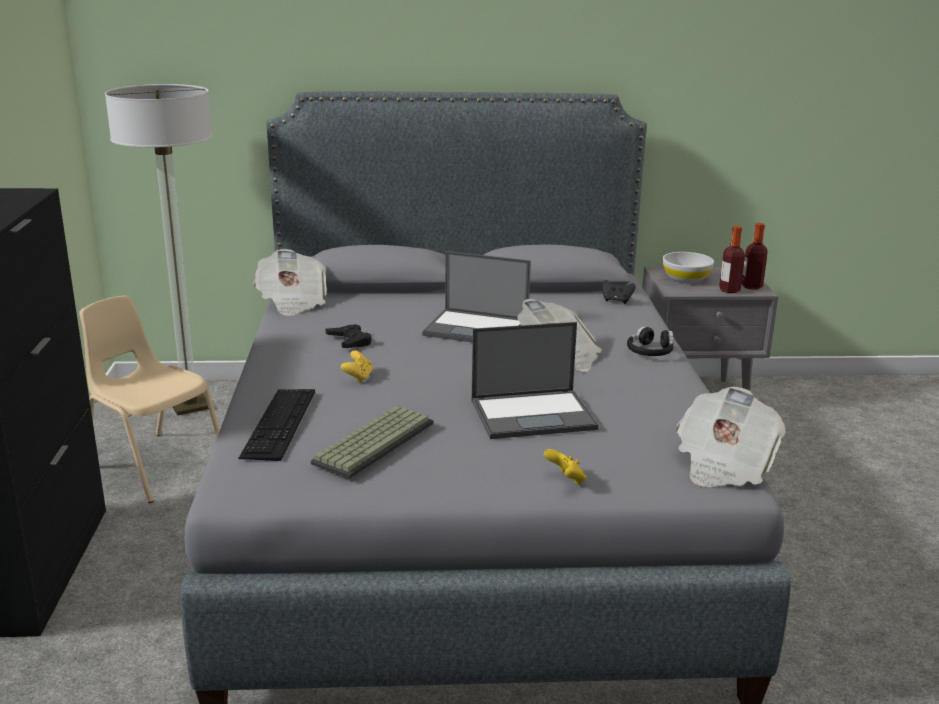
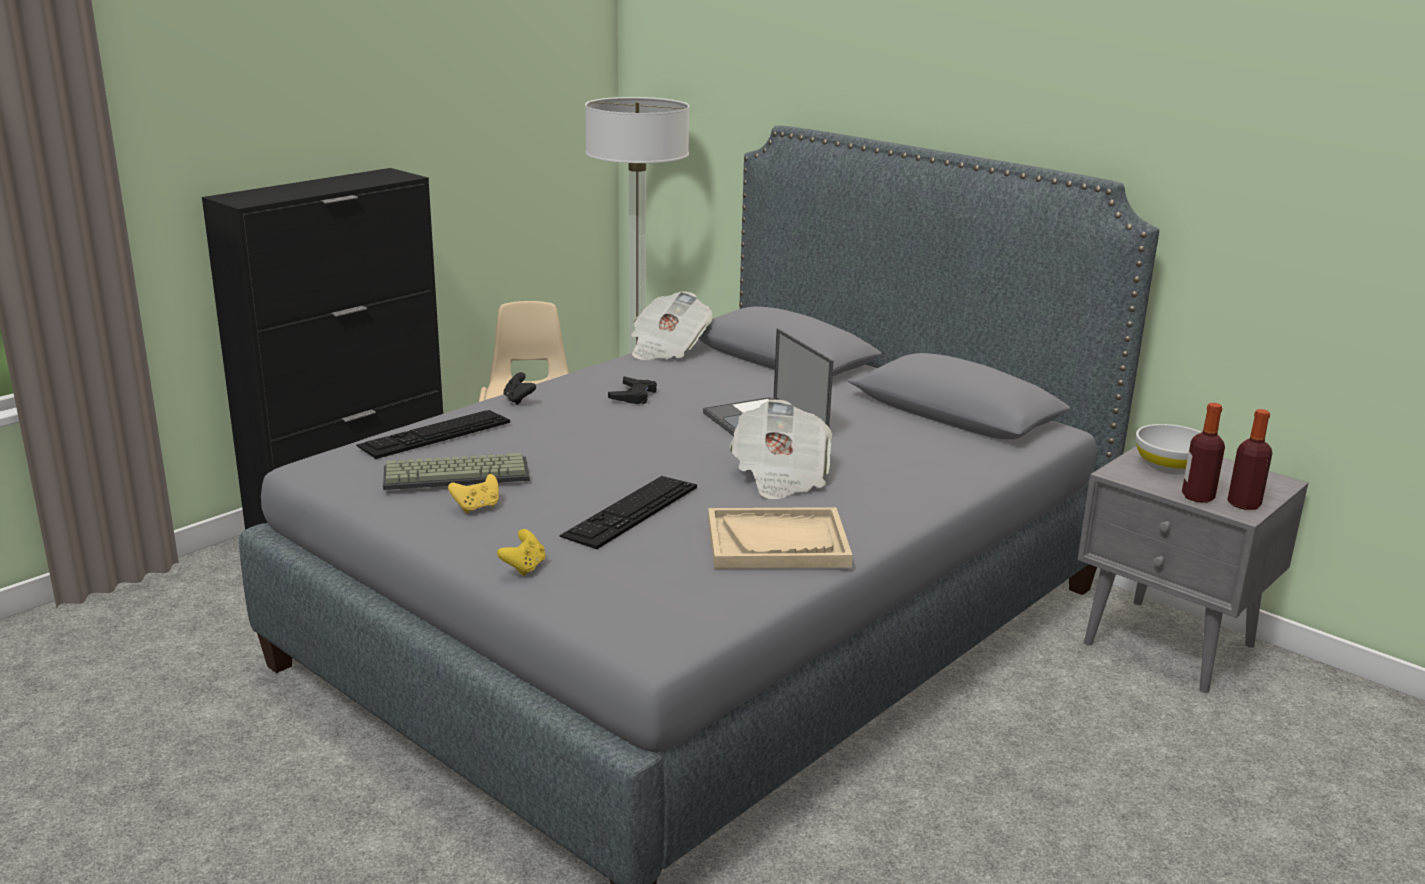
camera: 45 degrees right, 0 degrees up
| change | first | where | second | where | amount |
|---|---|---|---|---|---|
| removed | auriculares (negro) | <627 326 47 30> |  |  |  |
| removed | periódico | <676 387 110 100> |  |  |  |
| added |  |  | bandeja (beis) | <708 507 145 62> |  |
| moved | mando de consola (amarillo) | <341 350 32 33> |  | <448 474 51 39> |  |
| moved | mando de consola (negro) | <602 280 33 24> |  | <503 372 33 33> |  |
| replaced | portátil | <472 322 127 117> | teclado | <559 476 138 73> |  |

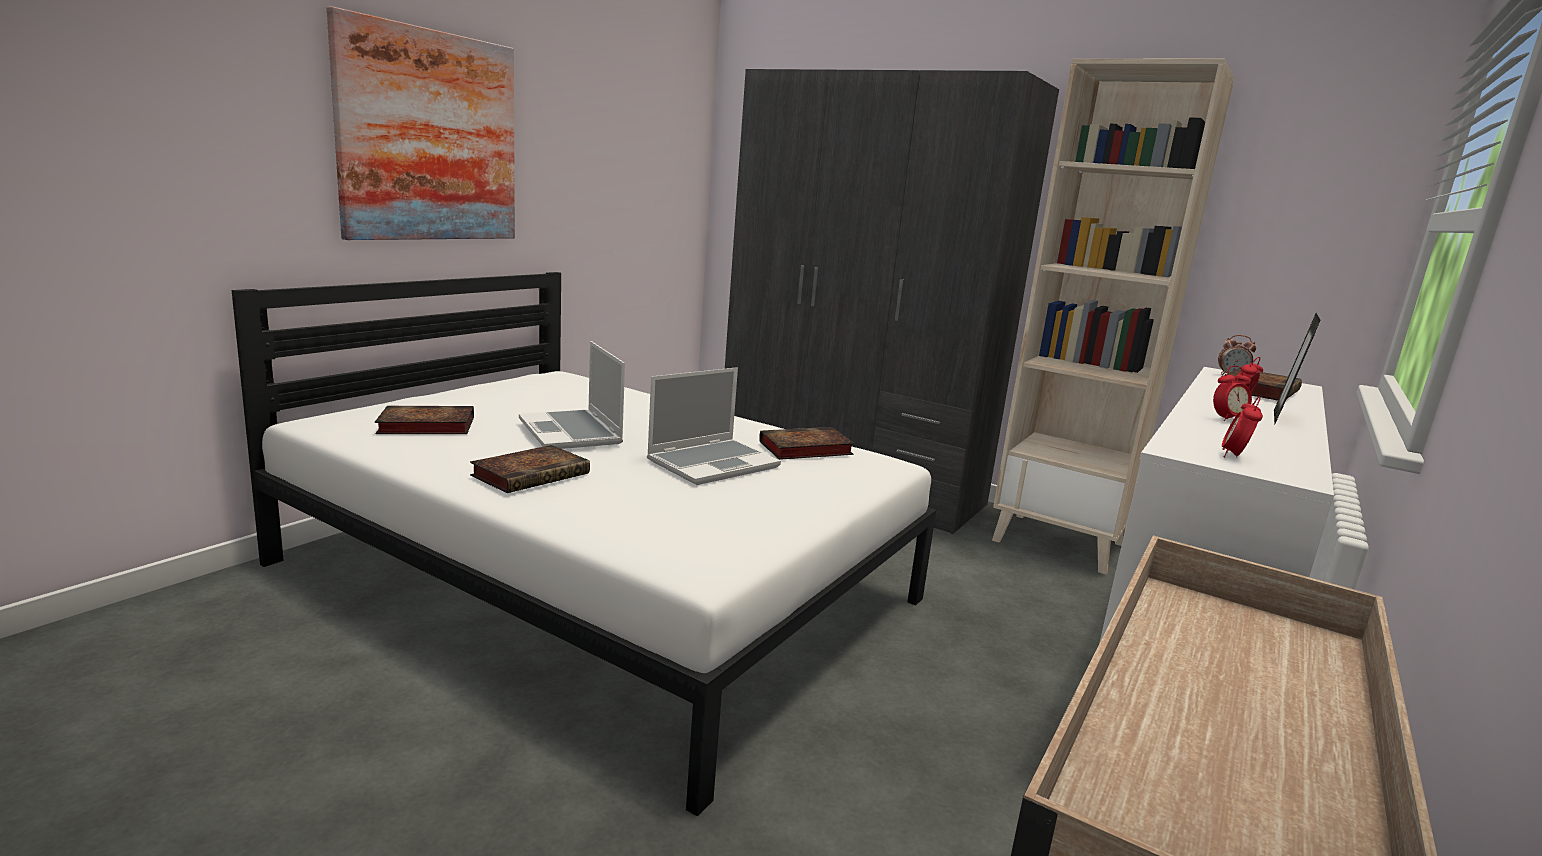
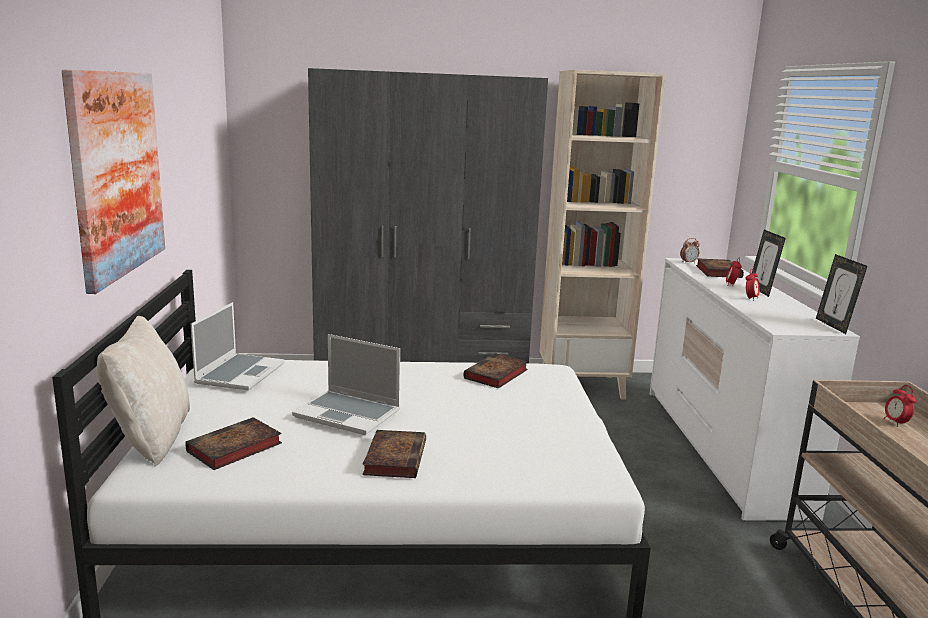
camera: 35 degrees left, 0 degrees up
| change | first | where | second | where | amount |
|---|---|---|---|---|---|
| added |  |  | cojín (beis) | <96 316 94 151> |  |
| added |  |  | portarretratos | <816 254 51 80> |  |
| moved | portátil | <647 367 134 118> |  | <191 302 94 89> |  |
| moved | despertador | <1222 396 41 62> |  | <884 385 32 42> |  |

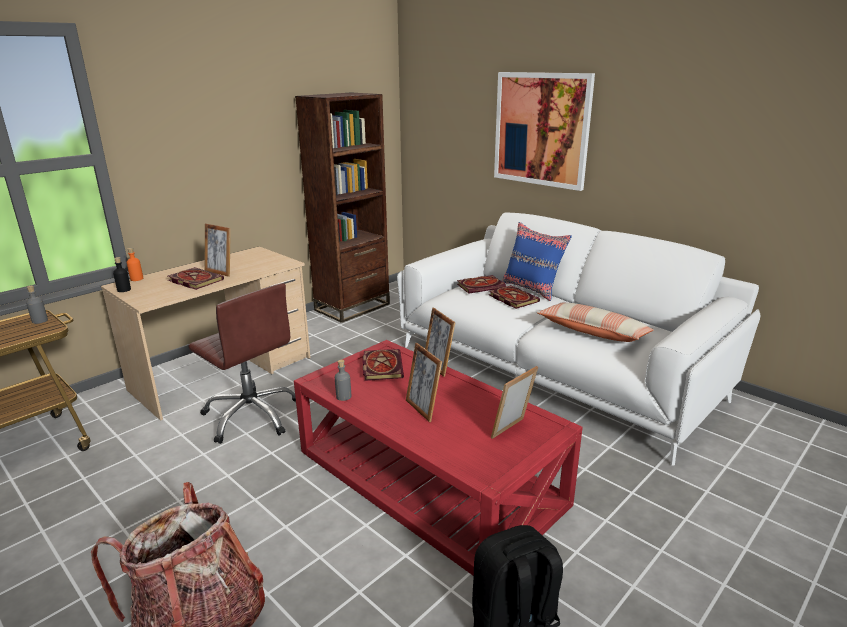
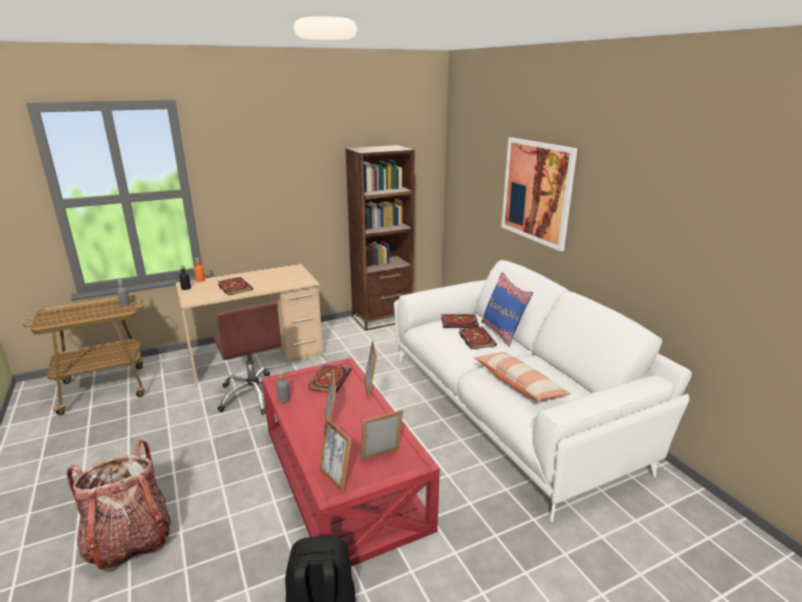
camera: 20 degrees right, 0 degrees up
| change | first | where | second | where | amount |
|---|---|---|---|---|---|
| moved | portarretratos | <205 223 26 54> |  | <319 417 32 76> |  |

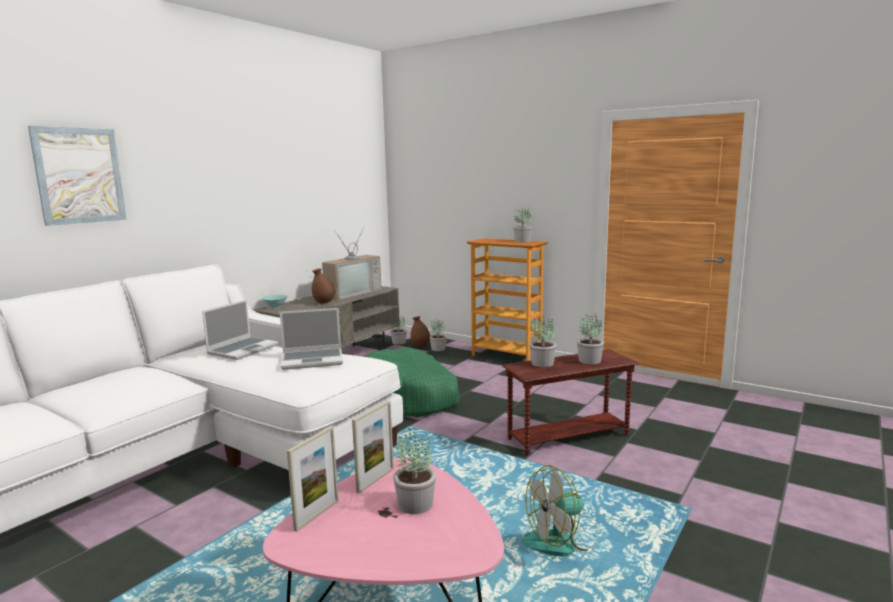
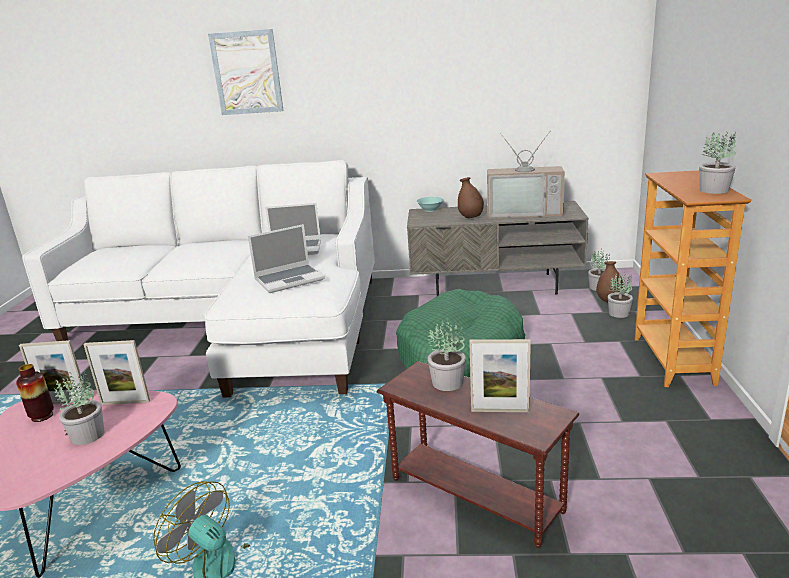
camera: 60 degrees right, 10 degrees up
| change | first | where | second | where | amount |
|---|---|---|---|---|---|
| added |  |  | florero | <16 364 38 58> |  |
| replaced | planta en maceta | <577 313 27 51> | portarretratos | <469 339 62 73> |  |
| turned | portátil | <280 308 63 62> |  | <248 224 77 69> | 75 degrees counterclockwise |

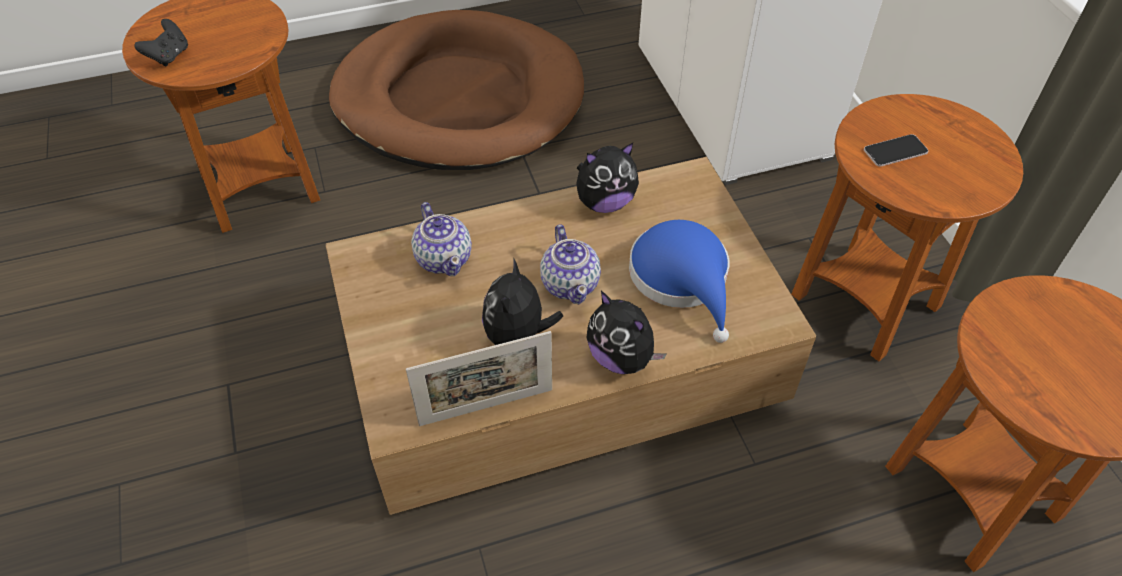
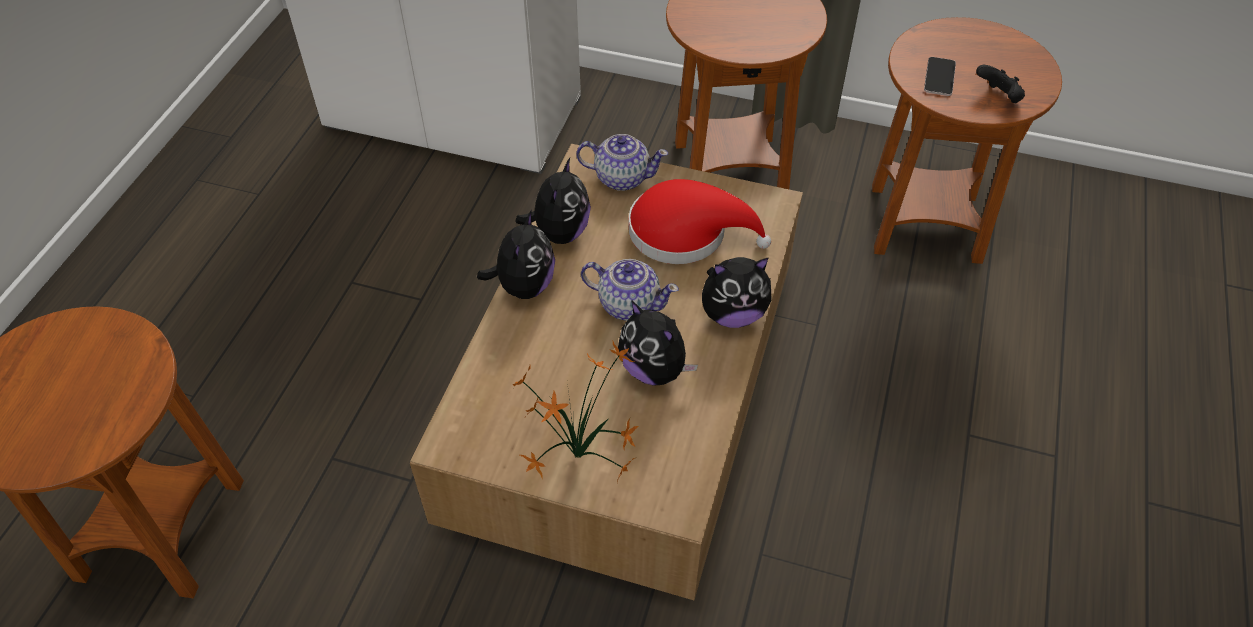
camera: 55 degrees left, 0 degrees up
| change | first | where | second | where | amount |
|---|---|---|---|---|---|
| removed | cama para perro (marrón) | <329 10 255 160> |  |  |  |
| removed | portarretratos | <406 331 146 95> |  |  |  |
| added |  |  | peluche | <477 210 78 89> |  |
| added |  |  | planta en maceta | <513 342 126 141> |  |
| moved | mando de consola (negro) | <134 19 54 48> |  | <976 65 49 38> |  |
| moved | tetera | <411 202 61 74> |  | <576 134 92 57> |  |
| moved | móvil | <864 134 64 33> |  | <924 57 32 39> |  |
| recoloured | sombrero (azul) | <629 220 100 123> | sombrero (rojo) | <629 179 142 85> |  |

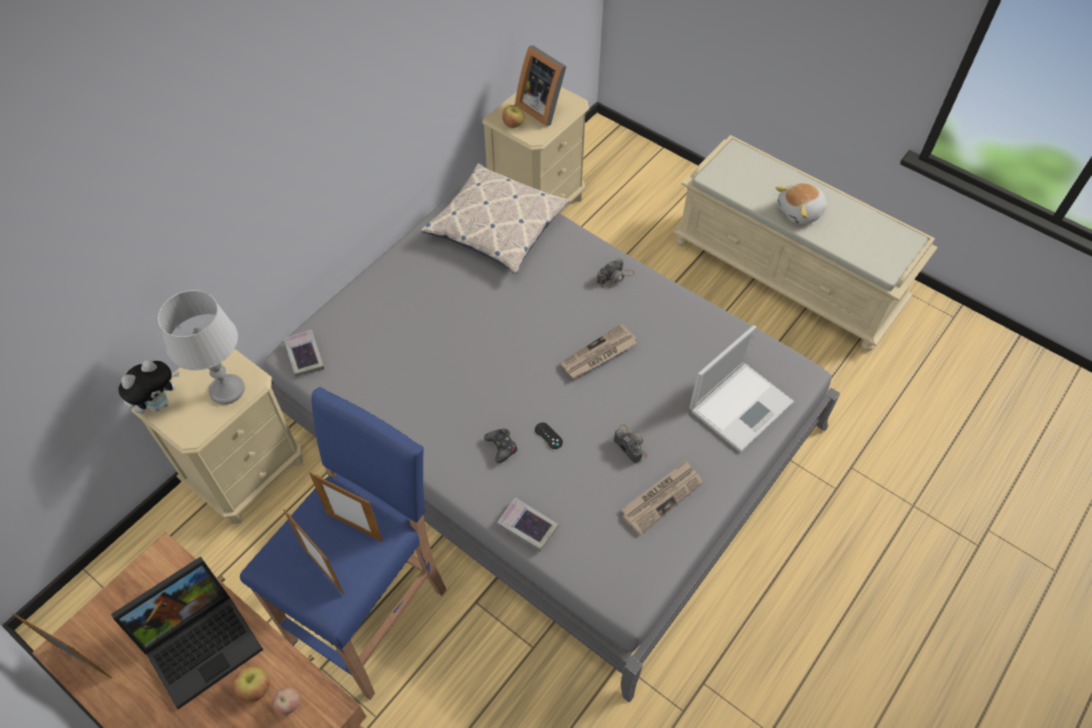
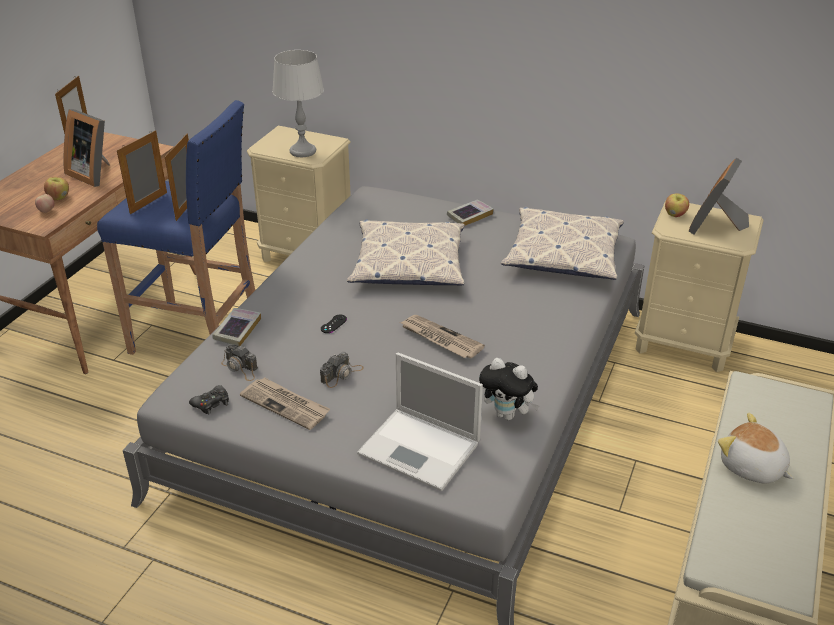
camera: 75 degrees right, 20 degrees down
| change | first | where | second | where | amount |
|---|---|---|---|---|---|
| added |  |  | cojín | <347 219 118 67> |  |
| moved | peluche | <118 360 61 54> |  | <479 358 60 62> |  |
| moved | libro | <284 329 40 48> |  | <447 199 47 27> |  |
| moved | mando de consola (negro) | <484 428 34 36> |  | <189 385 40 29> |  |
| moved | cámara | <597 258 38 32> |  | <221 344 37 37> |  |
| replaced | portátil | <111 556 152 153> | portarretratos | <64 109 46 78> |  |

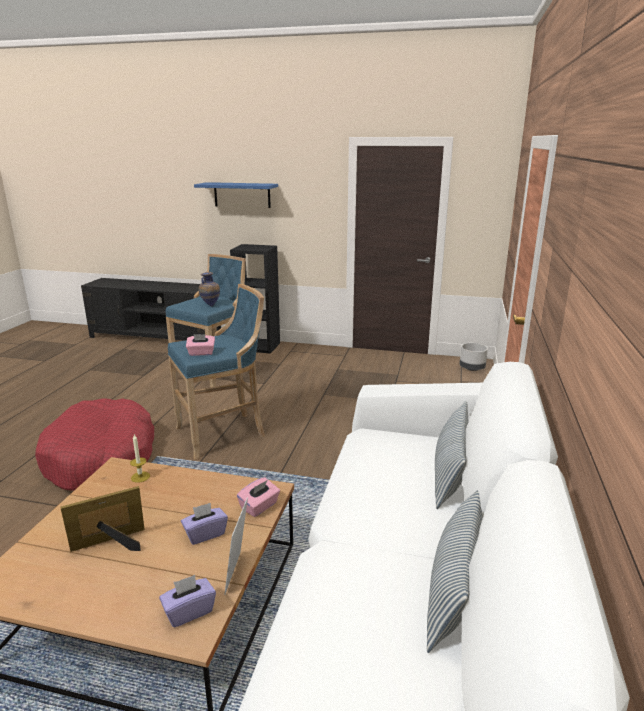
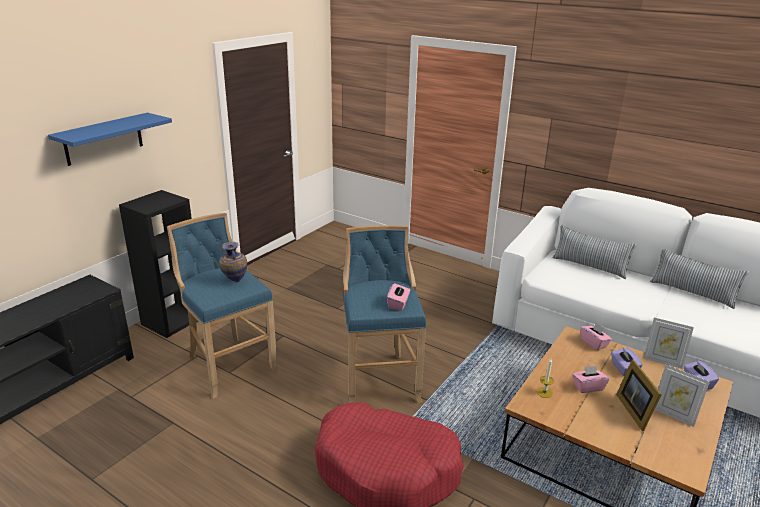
camera: 70 degrees left, 5 degrees up
| change | first | where | second | where | amount |
|---|---|---|---|---|---|
| removed | maceta (gris) | <460 343 28 28> |  |  |  |
| added |  |  | caja de pañuelos (rosa) | <572 366 37 27> |  |
| added |  |  | portarretratos | <655 365 55 62> |  |

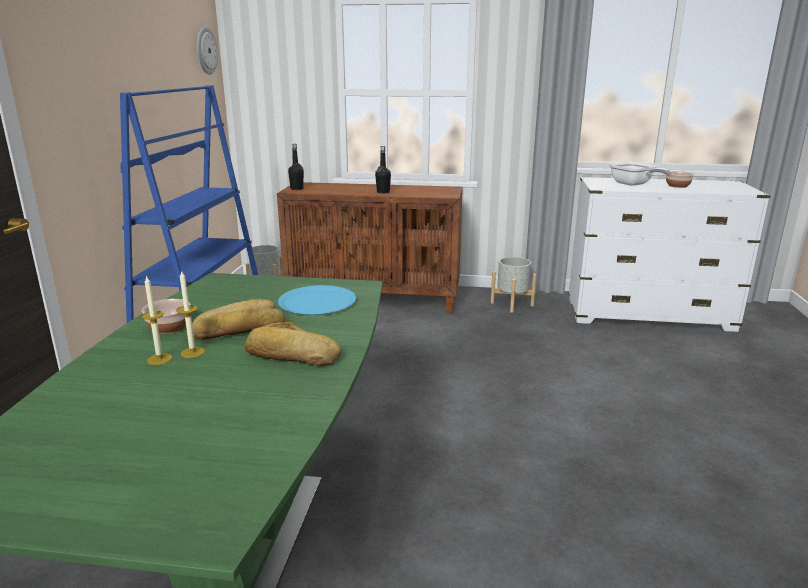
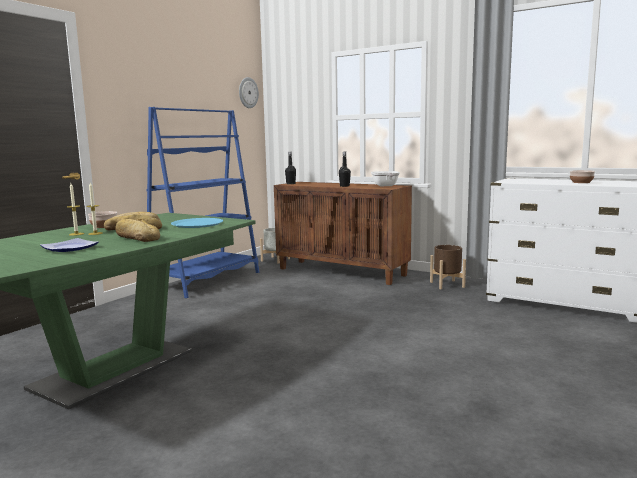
camera: 25 degrees right, 10 degrees down
| change | first | where | second | where | amount |
|---|---|---|---|---|---|
| added |  |  | plato | <40 238 59 14> |  |
| moved | sartén | <609 162 63 24> |  | <371 171 29 15> |  |
| recoloured | maceta (gris) | <491 257 46 56> | maceta (marrón) | <430 245 36 44> |  |

